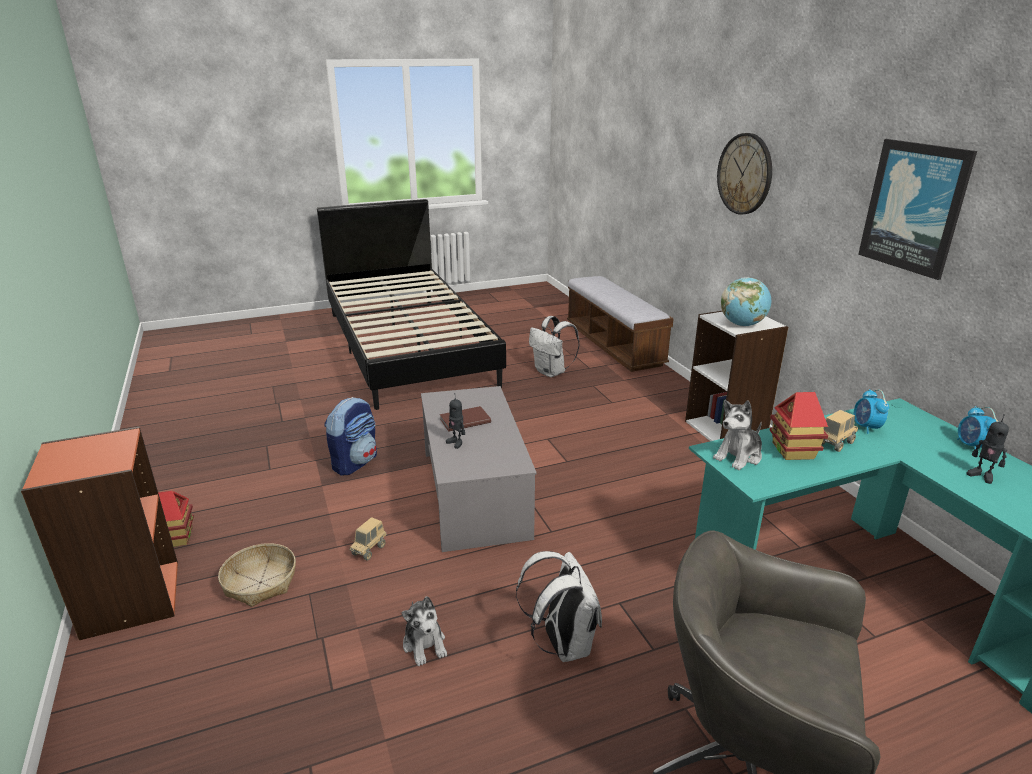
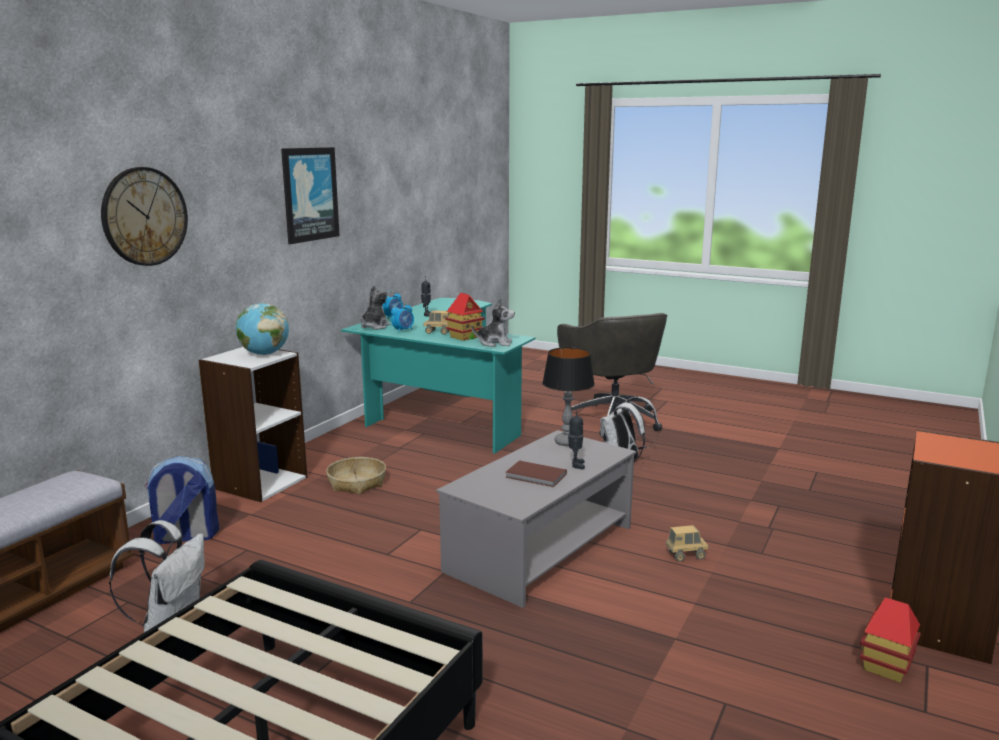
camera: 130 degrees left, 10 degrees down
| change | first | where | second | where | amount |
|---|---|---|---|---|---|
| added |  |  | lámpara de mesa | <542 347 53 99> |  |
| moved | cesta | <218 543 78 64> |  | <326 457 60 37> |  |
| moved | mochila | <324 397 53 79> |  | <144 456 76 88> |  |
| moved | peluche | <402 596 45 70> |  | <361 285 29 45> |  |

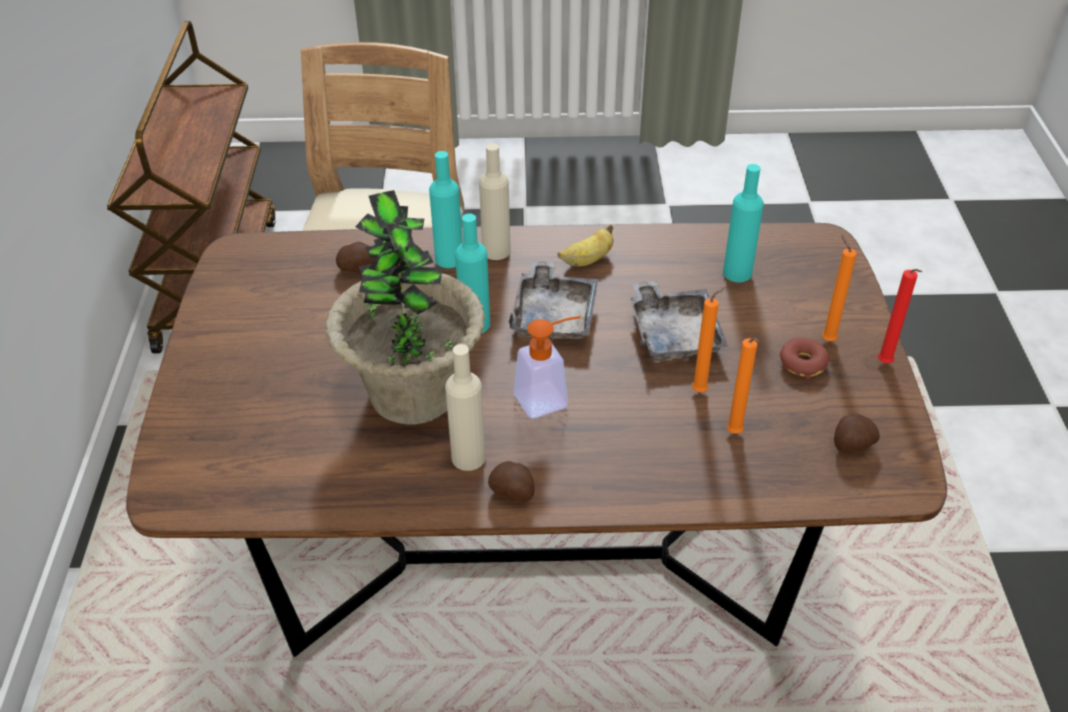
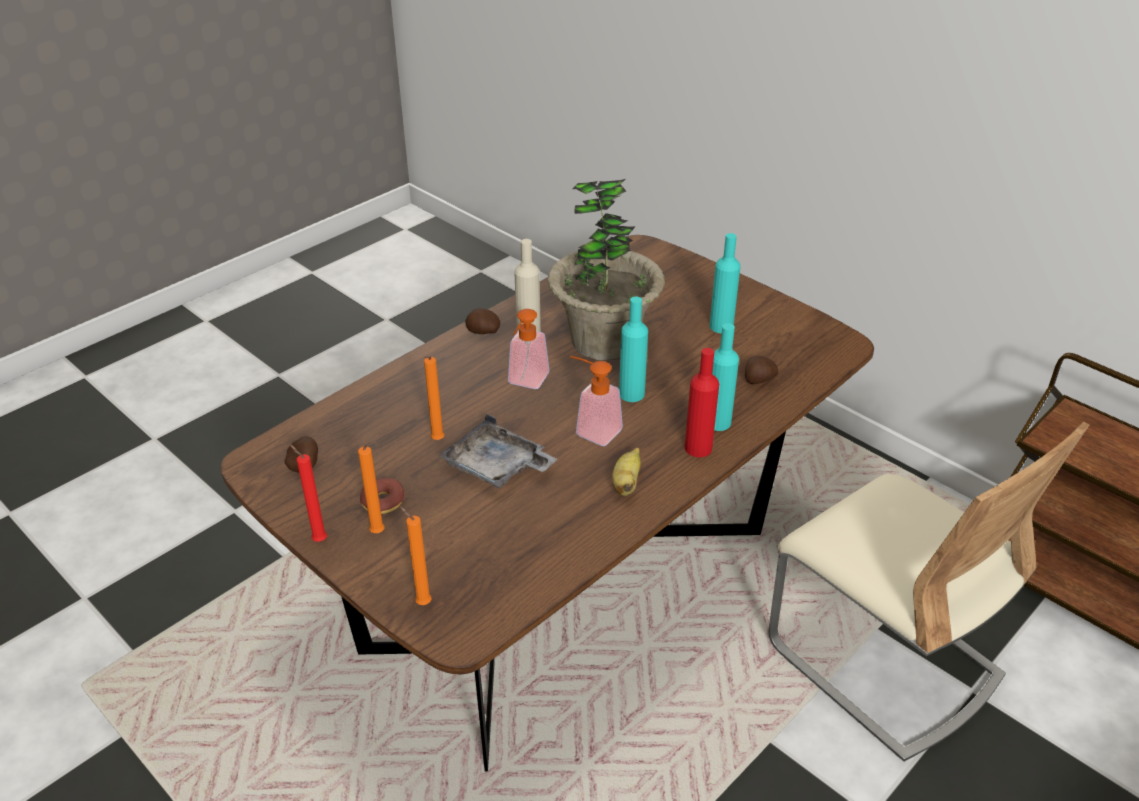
camera: 135 degrees right, 5 degrees down
| change | first | where | second | where | amount |
|---|---|---|---|---|---|
| moved | botella (turquesa) | <723 164 41 118> |  | <710 233 31 100> |  |
| moved | vela (naranja) | <727 338 33 96> |  | <399 506 33 99> |  |
| replaced | bandeja (gris) | <509 260 89 80> | dispensador de jabón | <570 356 53 90> |  |
| recoloured | botella (beis) | <479 143 32 117> | botella (rojo) | <685 348 34 109> |  |

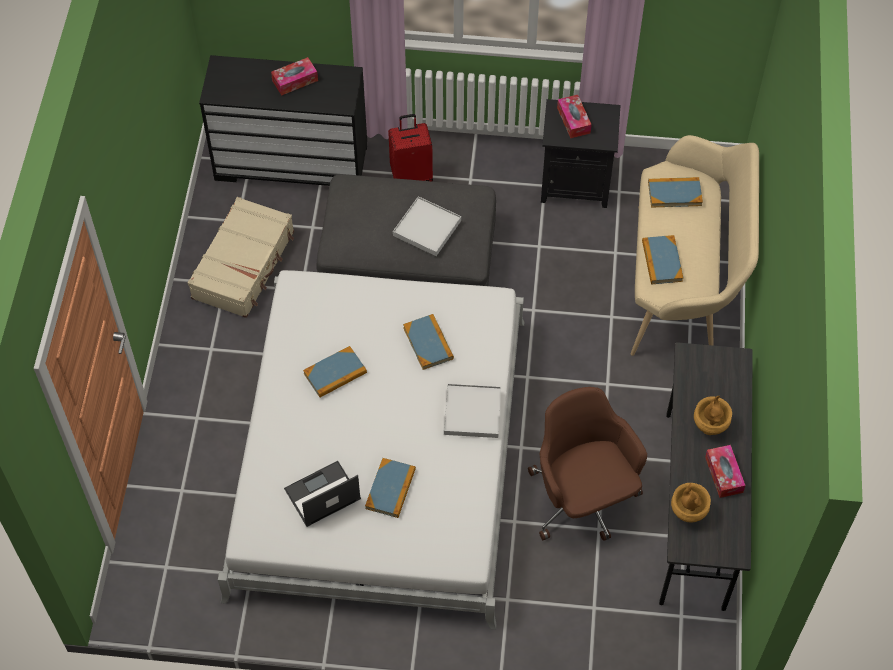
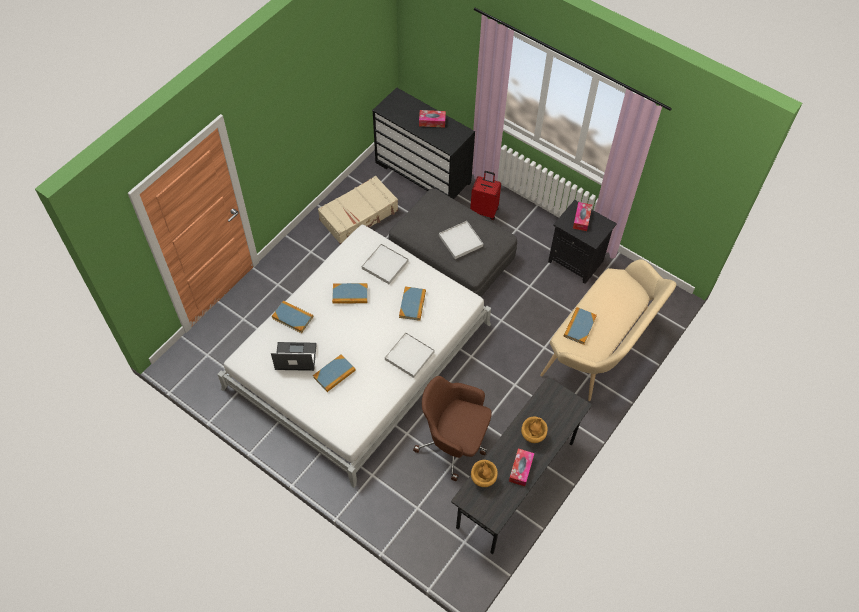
camera: 30 degrees right, 0 degrees up
| change | first | where | second | where | amount |
|---|---|---|---|---|---|
| added |  |  | bandeja (blanco) | <362 244 46 40> |  |
| moved | libro | <648 177 55 31> |  | <272 300 41 33> |  |
| turned | silla de oficina (marrón) | <528 387 119 154> |  | <413 376 79 105> | 75 degrees counterclockwise |

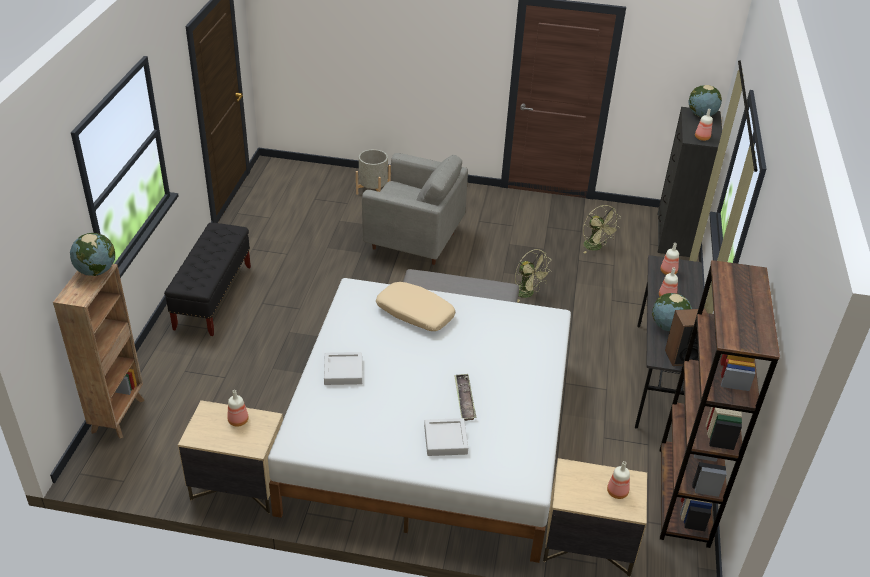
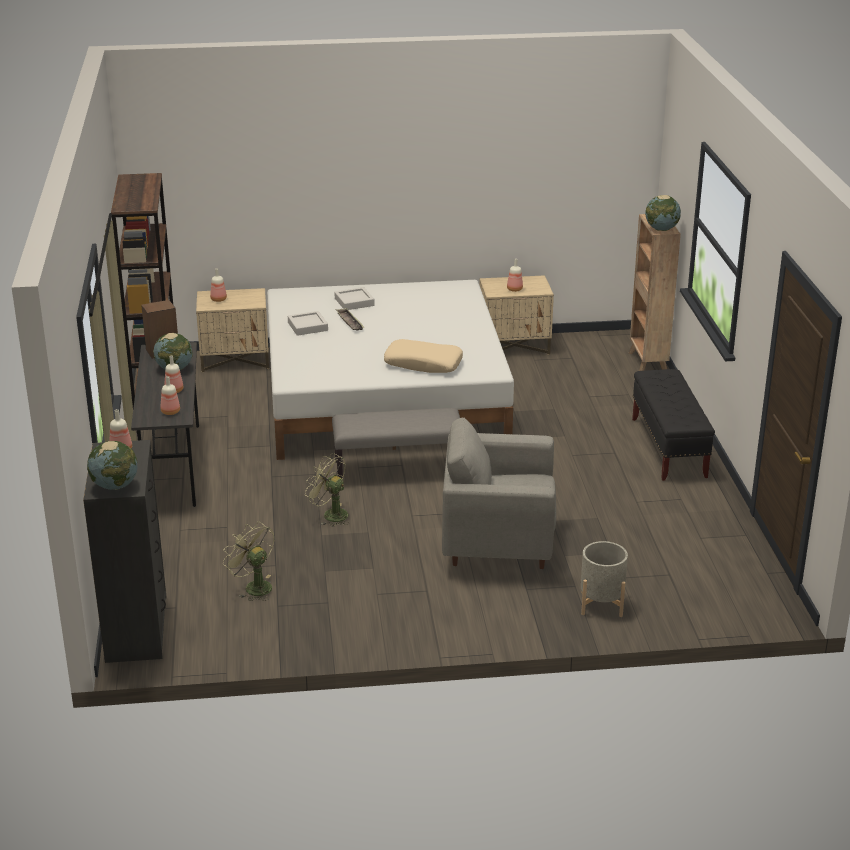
camera: 165 degrees right, 10 degrees down
| change | first | where | second | where | amount |
|---|---|---|---|---|---|
| moved | bandeja (gris) | <324 352 38 33> |  | <288 311 40 25> |  |

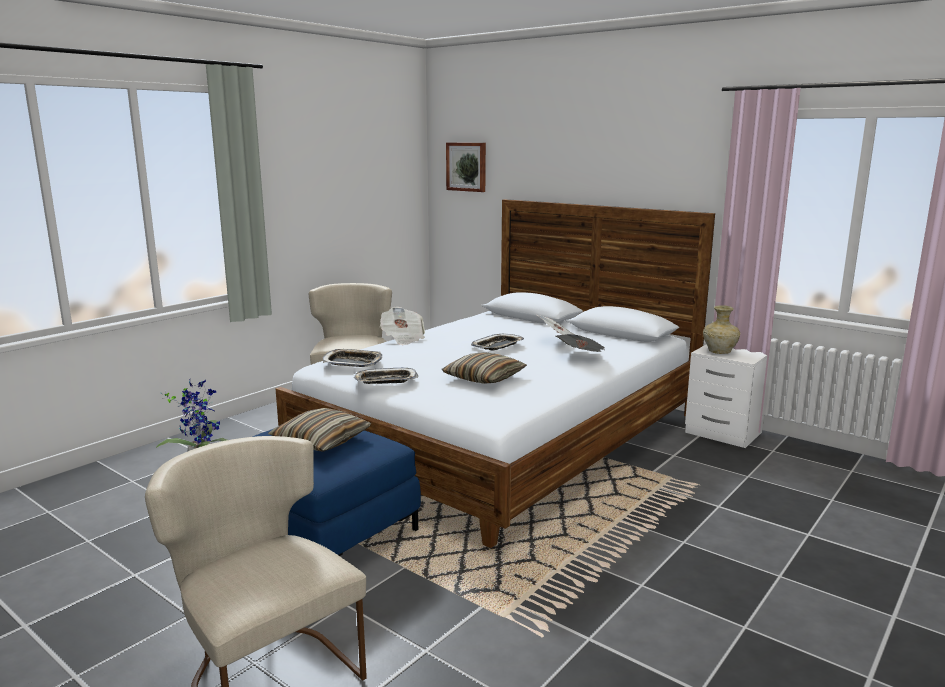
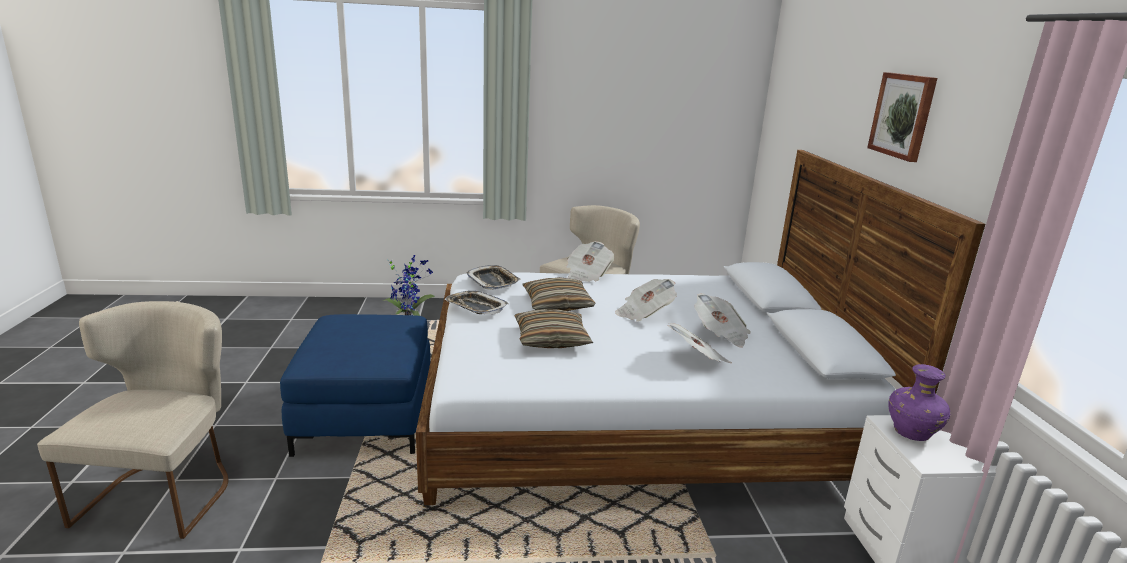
camera: 45 degrees right, 5 degrees up
| change | first | where | second | where | amount |
|---|---|---|---|---|---|
| moved | cojín | <268 408 103 44> |  | <522 277 74 34> |  |
| moved | cuadro | <446 142 40 50> |  | <867 72 70 90> |  |
| replaced | bandeja | <471 334 53 16> | periódico | <615 279 62 42> |  |
| recoloured | florero (beis) | <703 305 37 49> | florero (morado) | <888 364 63 77> |  |

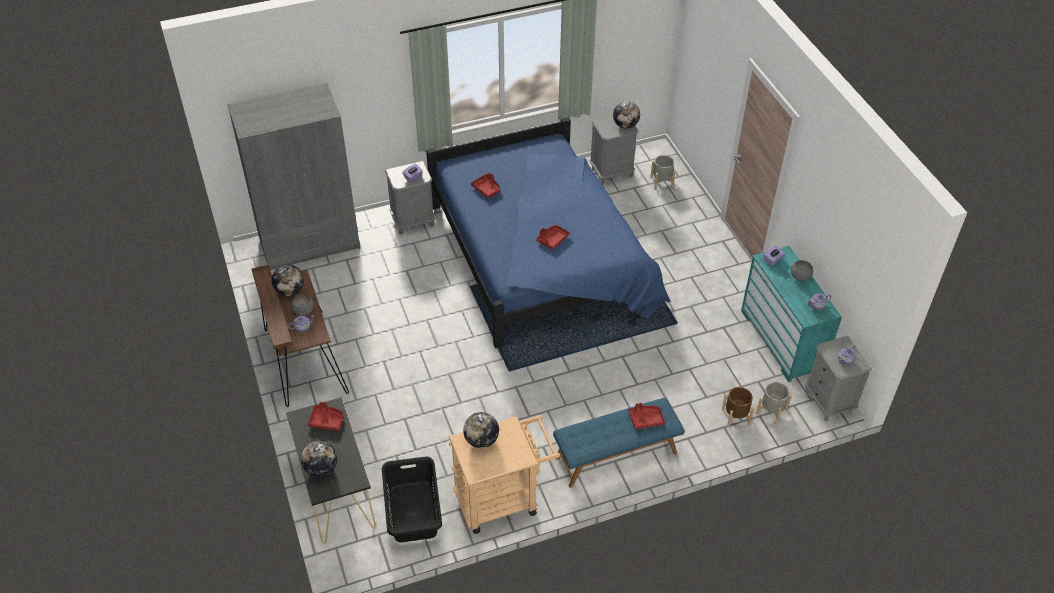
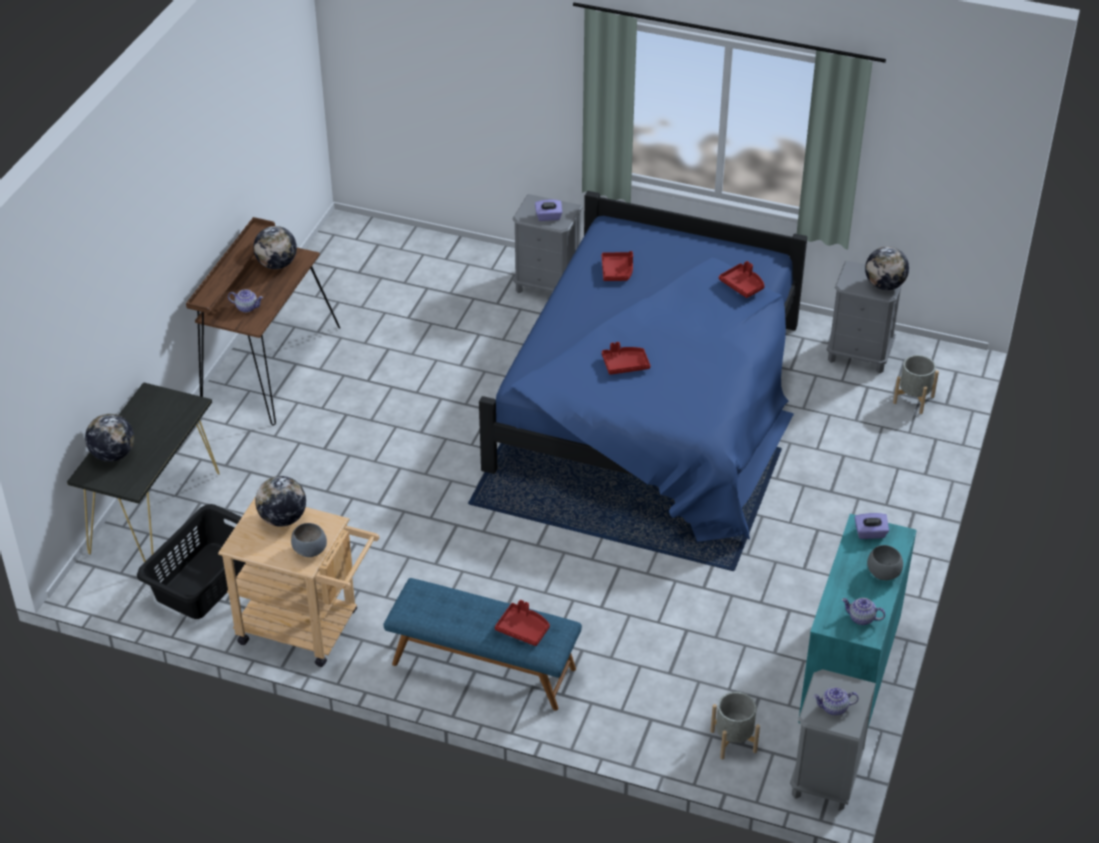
camera: 40 degrees right, 5 degrees down
| change | first | where | second | where | amount |
|---|---|---|---|---|---|
| removed | armario ropero (gris) | <228 83 132 187> |  |  |  |
| removed | maceta (marrón) | <722 387 32 41> |  |  |  |
| moved | cuenco (gris) | <291 294 23 21> |  | <291 523 36 34> |  |
| moved | bandeja (rojo) | <308 402 36 29> |  | <719 261 46 37> |  |

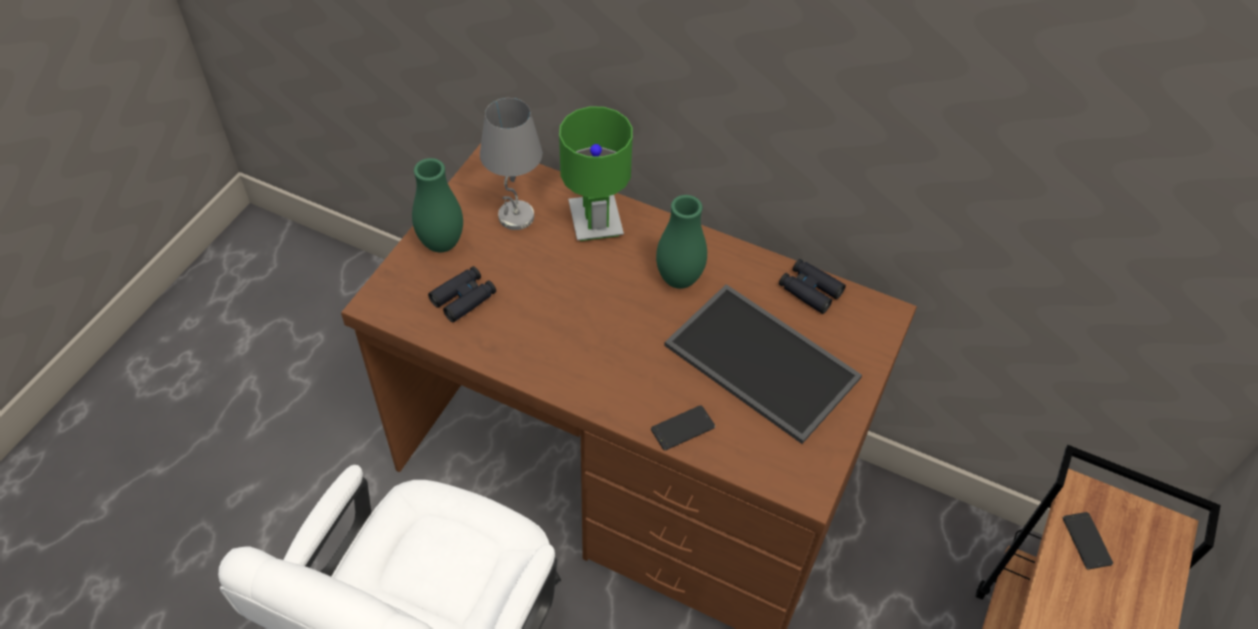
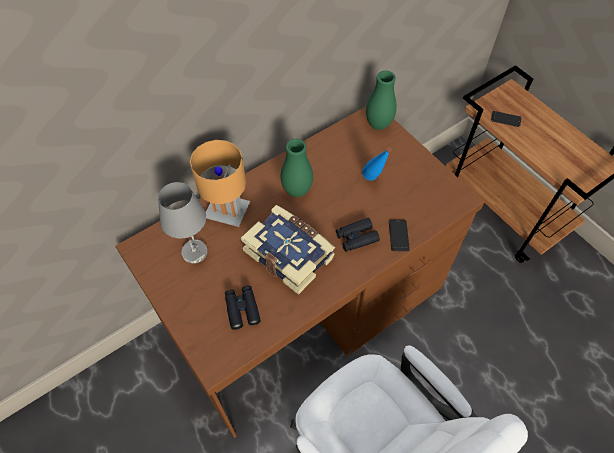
camera: 60 degrees left, 5 degrees up
| change | first | where | second | where | amount |
|---|---|---|---|---|---|
| added |  |  | libro | <241 205 94 90> |  |
| moved | florero (verde) | <412 158 51 95> |  | <366 71 31 59> |  |
| moved | prismáticos (negro) | <779 259 67 55> |  | <336 218 44 34> |  |
| replaced | bandeja | <664 284 198 160> | botella (azul) | <362 147 30 34> |  |
| recoloured | lámpara de mesa (verde) | <559 106 74 135> | lámpara de mesa (marrón) | <190 140 60 87> |  |

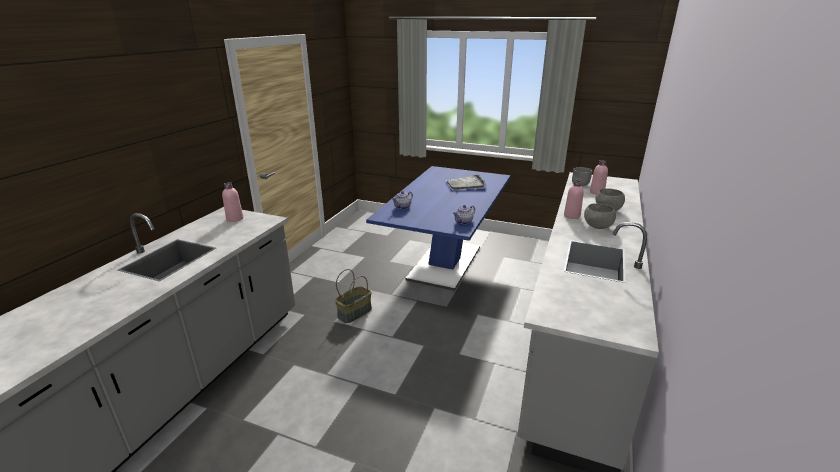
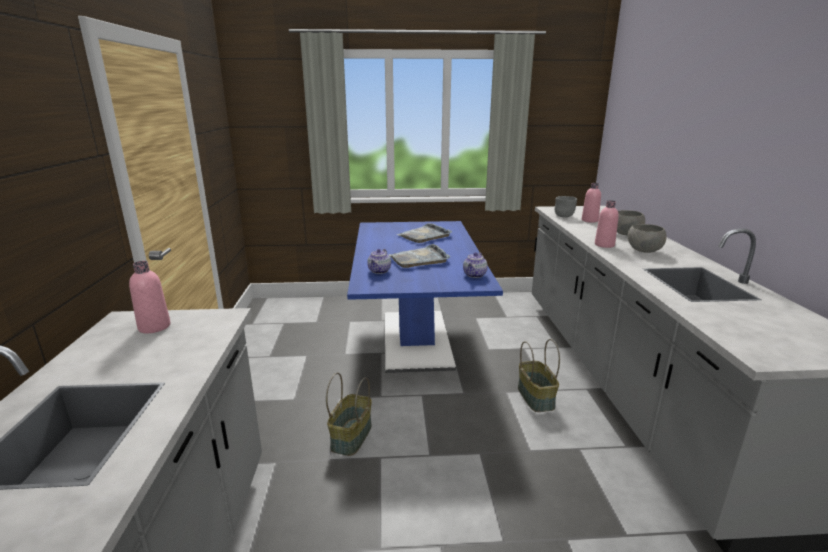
camera: 25 degrees left, 5 degrees down
| change | first | where | second | where | amount |
|---|---|---|---|---|---|
| added |  |  | bandeja (gris) | <389 244 61 24> |  |
| added |  |  | cesta | <518 339 42 73> |  |

